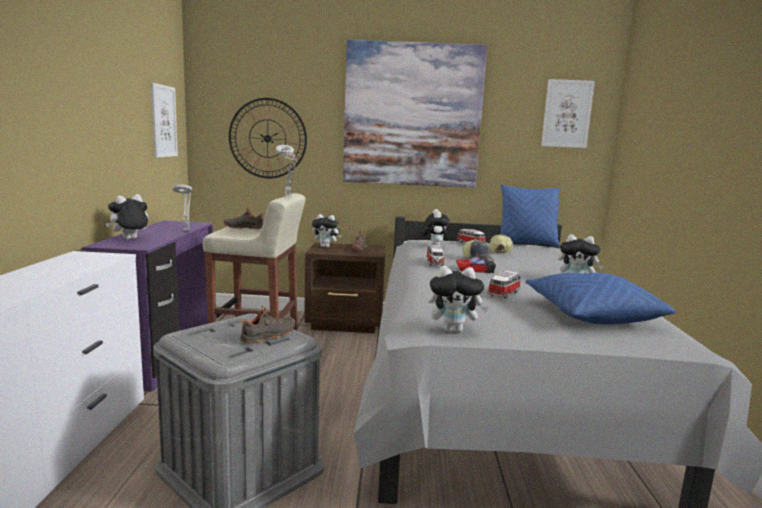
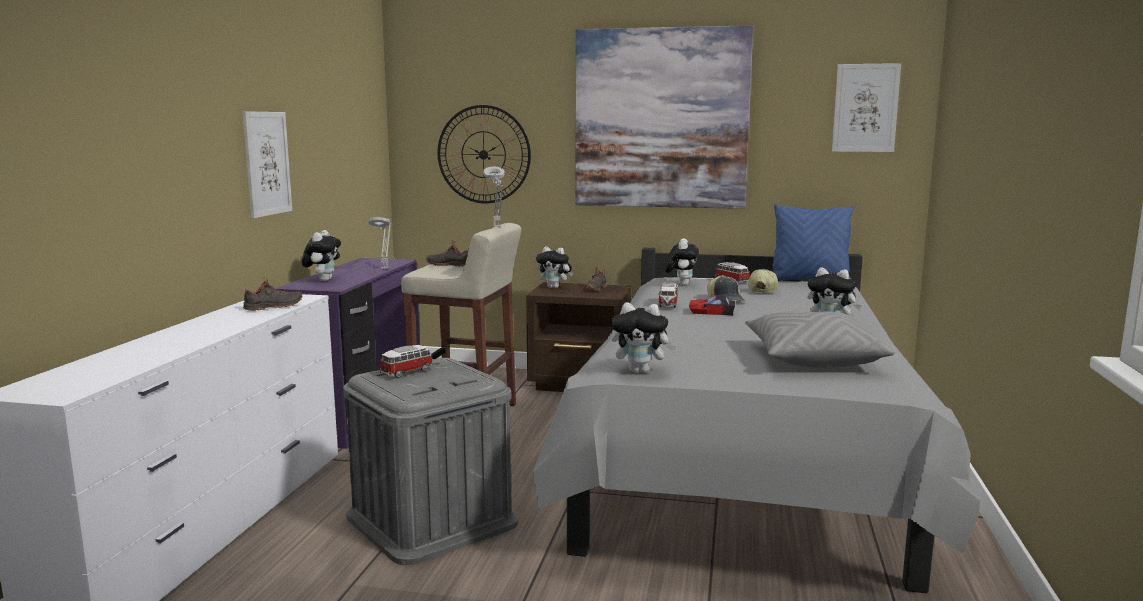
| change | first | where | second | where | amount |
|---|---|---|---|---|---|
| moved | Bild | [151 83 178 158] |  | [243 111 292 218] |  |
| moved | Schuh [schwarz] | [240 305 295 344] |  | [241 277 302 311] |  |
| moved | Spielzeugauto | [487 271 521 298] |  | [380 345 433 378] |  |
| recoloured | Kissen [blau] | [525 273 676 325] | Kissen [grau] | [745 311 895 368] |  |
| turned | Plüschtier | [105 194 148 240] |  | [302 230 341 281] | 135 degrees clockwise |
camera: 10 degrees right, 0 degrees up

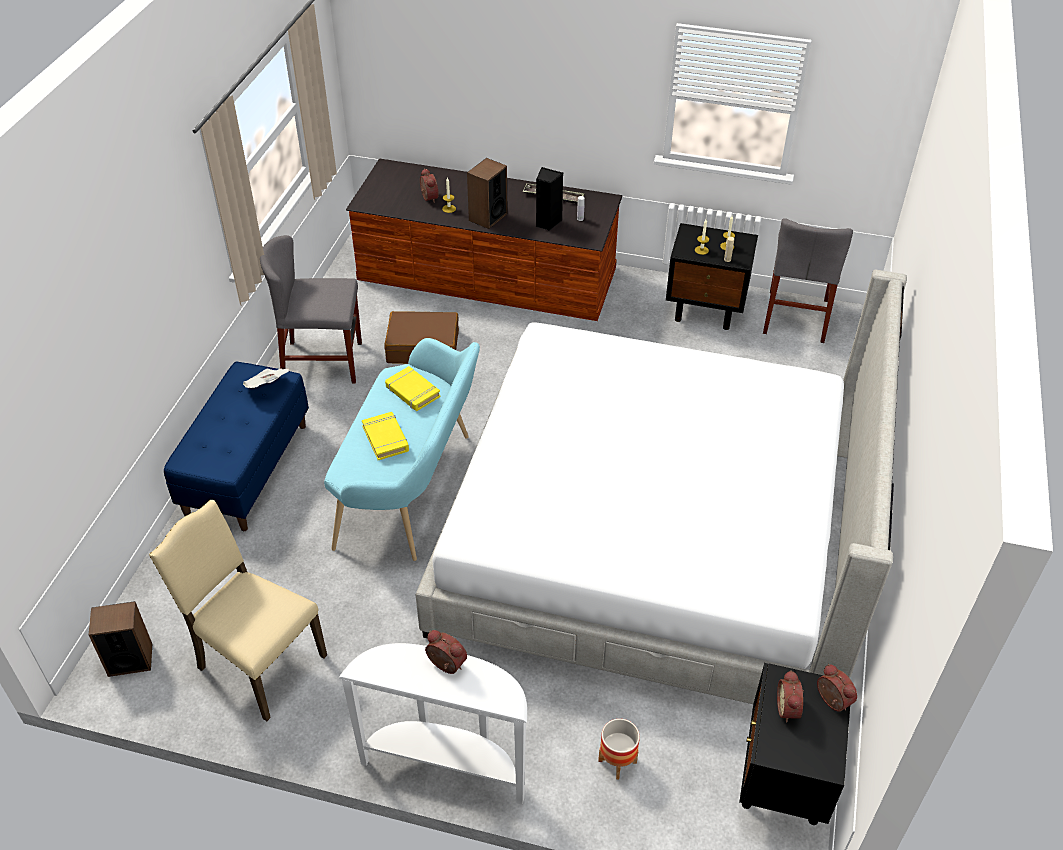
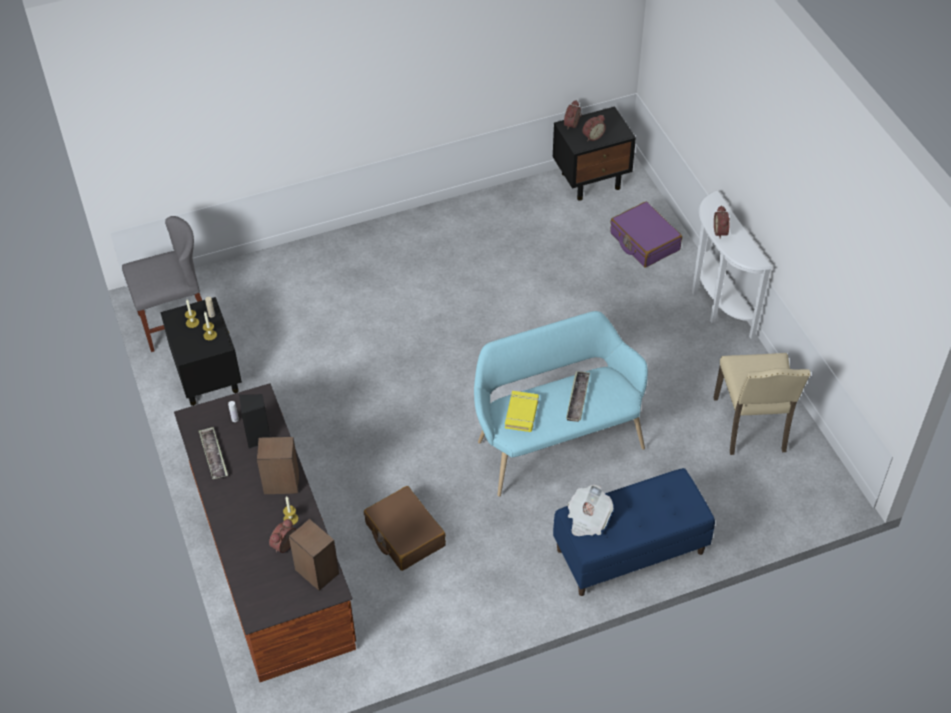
| change | first | where | second | where | amount |
|---|---|---|---|---|---|
| removed | Stuhl [grau] | [260 235 362 383] |  |  |  |
| removed | Bett | [415 270 907 704] |  |  |  |
| moved | Lautsprecher | [88 601 152 677] |  | [289 519 339 591] |  |
| replaced | Buch [gelb] | [362 412 409 460] | Tablett | [566 371 590 422] |  |
| replaced | Pflanzkübel | [598 719 640 779] | Koffer [lila] | [610 202 682 268] |  |
camera: 125 degrees left, 5 degrees up

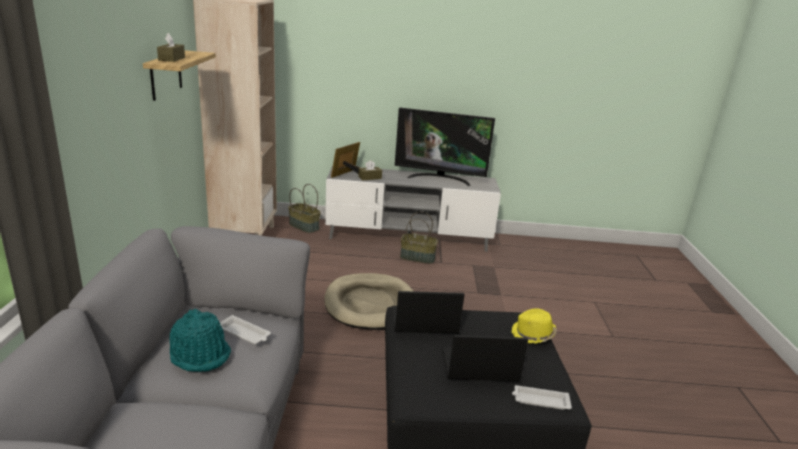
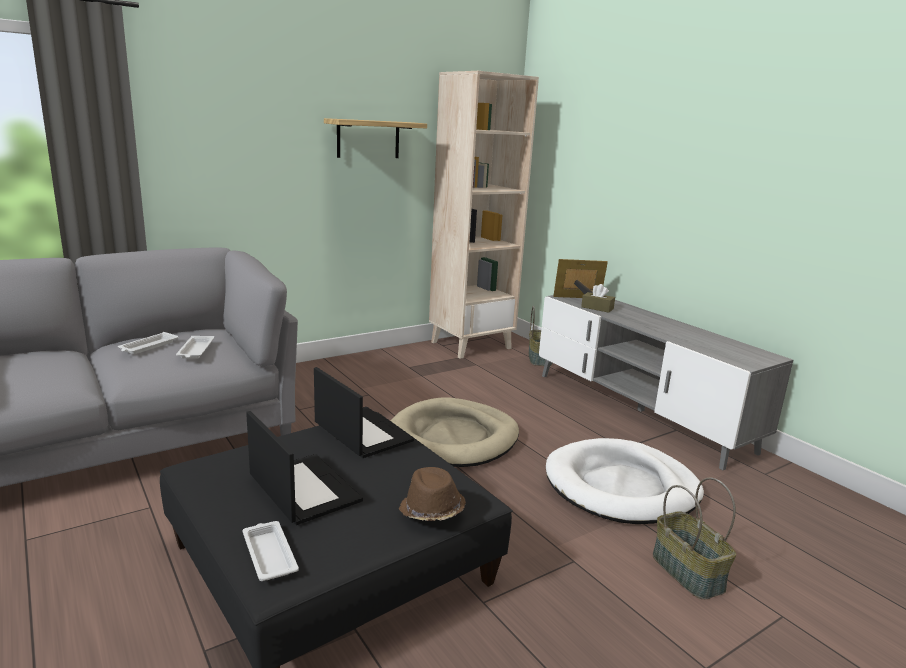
| change | first | where | second | where | amount |
|---|---|---|---|---|---|
| removed | Taschentuchbox [braun] | [157 33 185 62] |  |  |  |
| removed | Fernseher | [395 107 495 186] |  |  |  |
| added |  |  | Hundebett [weiß] | [546 438 704 524] |  |
| moved | Korb | [400 211 438 264] |  | [653 477 736 599] |  |
| replaced | Hut [türkis] | [169 309 231 372] | Tablett [weiß] | [118 332 178 354] |  |
| recoloured | Hut [gelb] | [512 308 557 344] | Hut [braun] | [399 467 466 521] |  |
camera: 55 degrees right, 5 degrees down

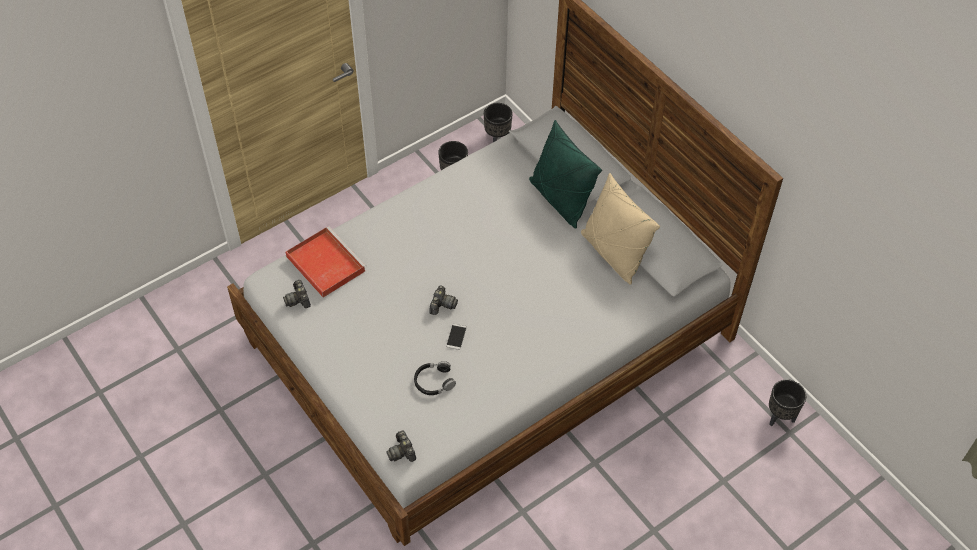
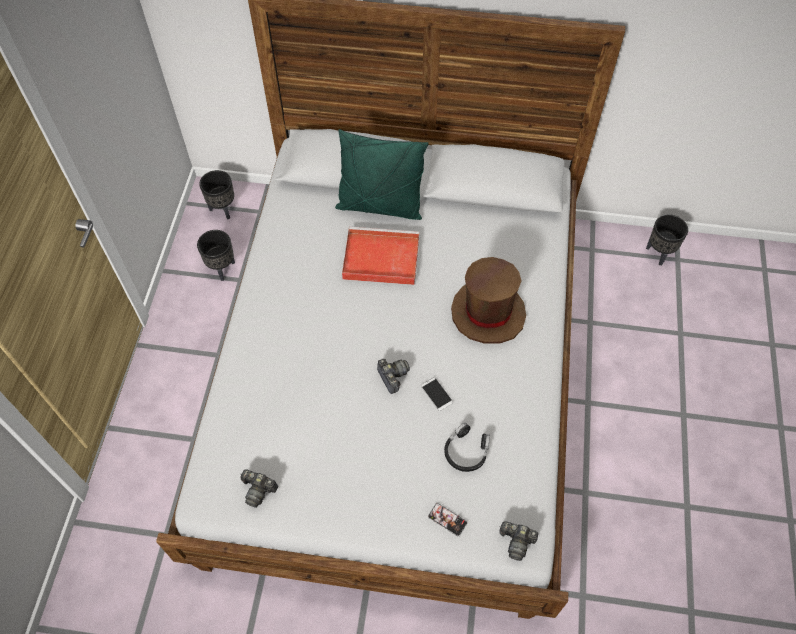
| change | first | where | second | where | amount |
|---|---|---|---|---|---|
| removed | Kissen [beige] | [581 173 660 285] |  |  |  |
| added |  |  | Handy | [428 503 467 536] |  |
| added |  |  | Hut [braun] | [451 257 526 344] |  |
| moved | Tablett [rot] | [286 226 367 298] |  | [342 226 419 285] |  |
camera: 45 degrees left, 5 degrees up

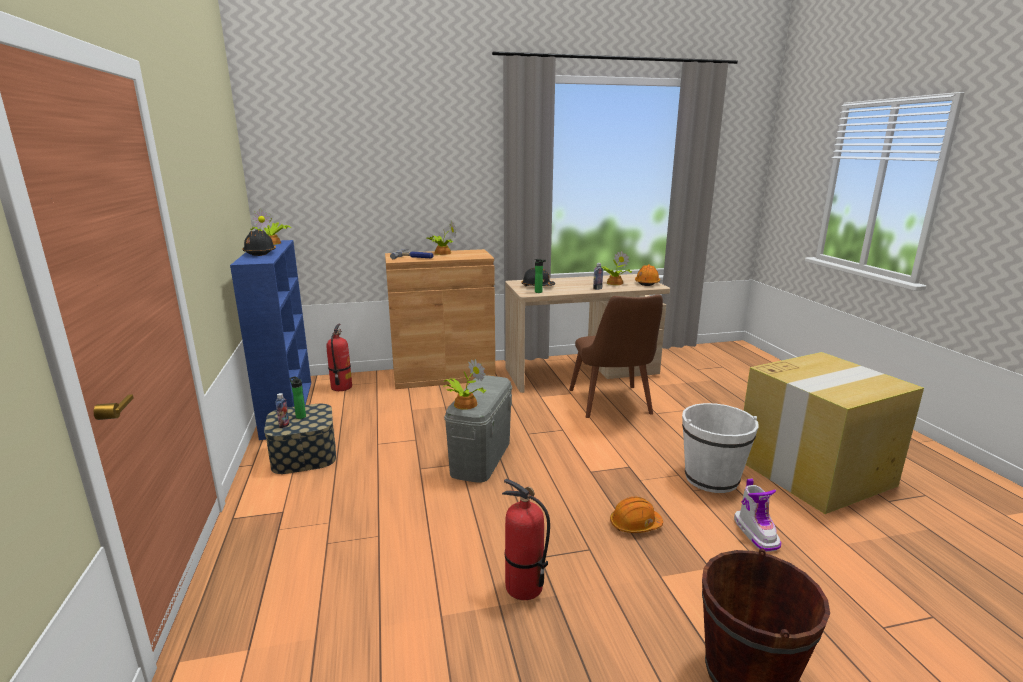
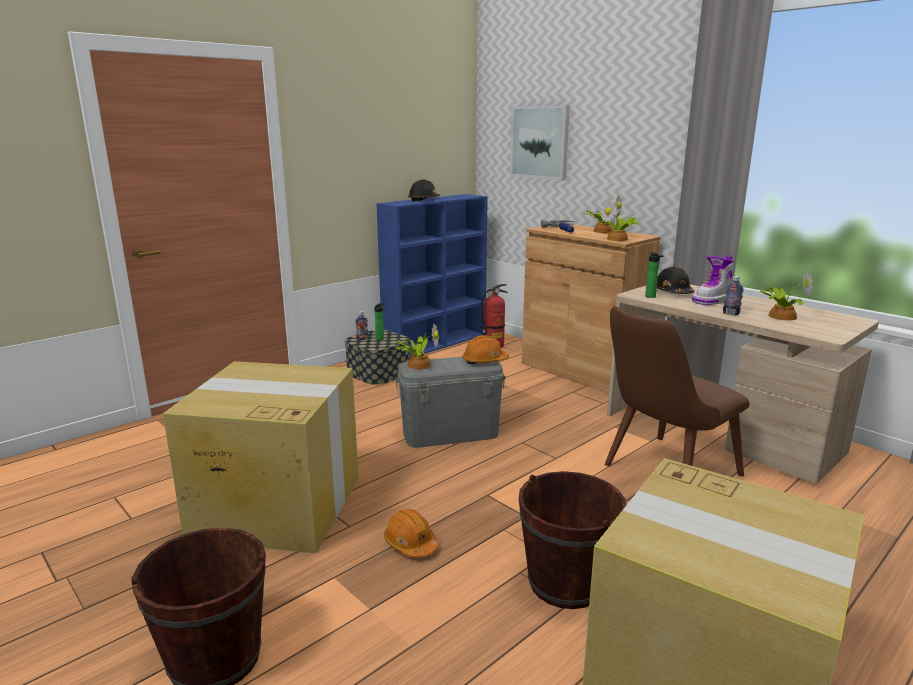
| change | first | where | second | where | amount |
|---|---|---|---|---|---|
| added |  |  | Bild | [510 105 570 181] |  |
| moved | Topfpflanze | [250 209 291 245] |  | [601 200 639 241] |  |
| moved | Schutzhelm [orange] | [635 265 660 286] |  | [462 335 509 364] |  |
| moved | Stiefel | [734 479 781 552] |  | [692 255 733 305] |  |
| replaced | Feuerlöscher | [502 479 550 600] | Karton | [163 361 359 554] |  |
| recoloured | Eimer [weiß] | [682 403 759 493] | Eimer [braun] | [519 471 626 609] |  |
camera: 60 degrees right, 0 degrees up

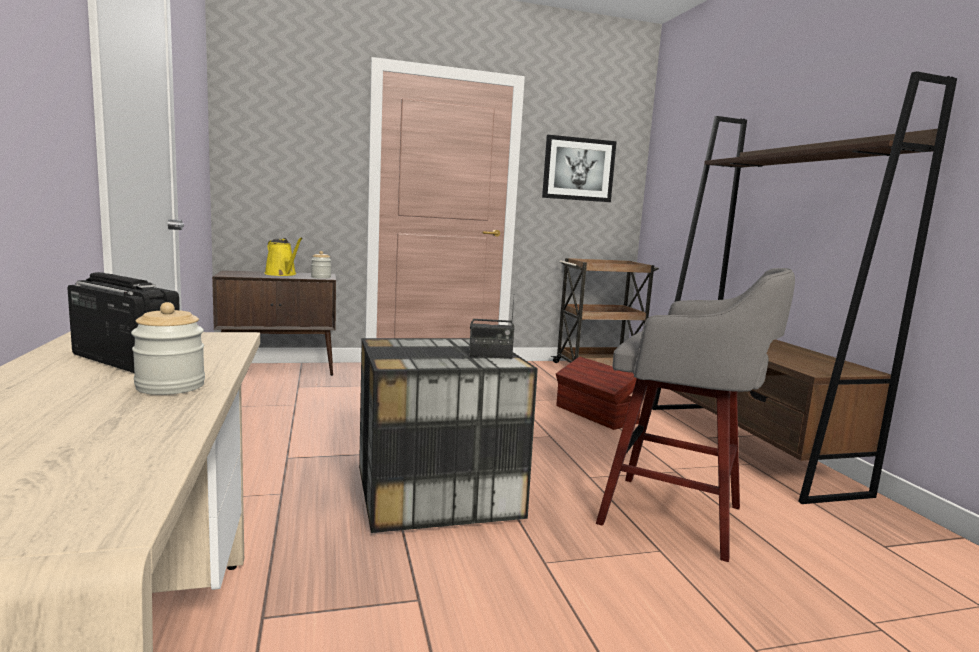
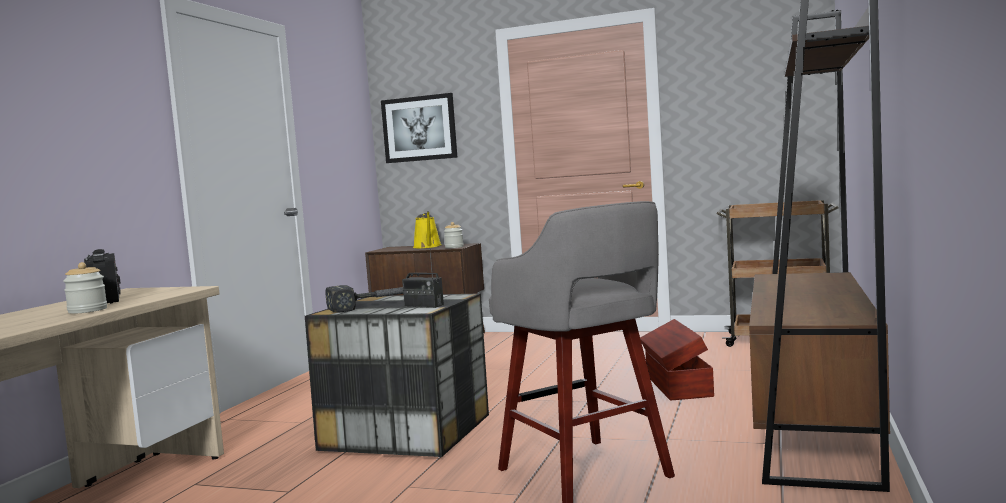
| change | first | where | second | where | amount |
|---|---|---|---|---|---|
| added |  |  | Hammer | [325 285 403 313] |  |
| moved | Bild | [542 135 617 202] |  | [381 93 458 163] |  |
camera: 35 degrees right, 5 degrees down

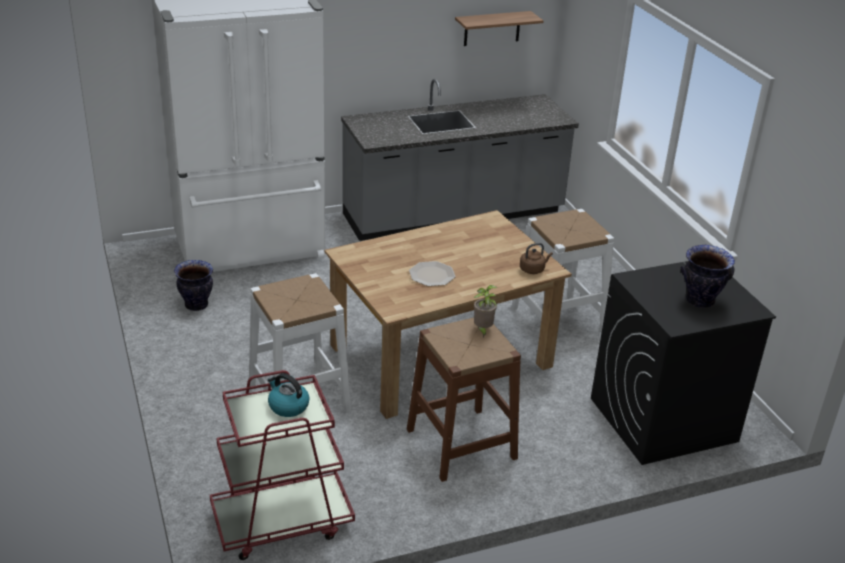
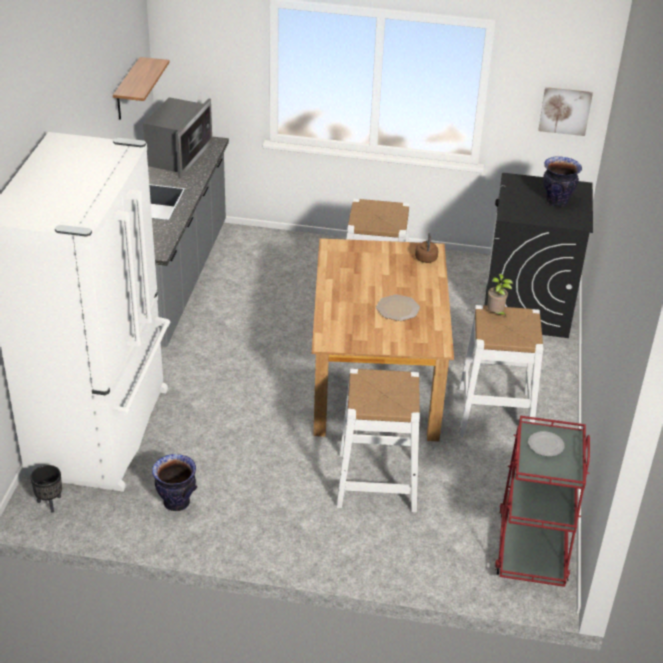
| change | first | where | second | where | amount |
|---|---|---|---|---|---|
| added |  |  | Pflanzkübel [schwarz] | [30 465 62 513] |  |
| added |  |  | Mikrowelle | [143 97 212 178] |  |
| added |  |  | Bild | [538 87 593 136] |  |
| replaced | Wasserkessel | [268 373 309 417] | Teller | [528 431 565 456] |  |
| recoloured | Hocker [braun] | [407 318 521 482] | Hocker [weiß] | [459 305 543 436] |  |
camera: 60 degrees left, 5 degrees up

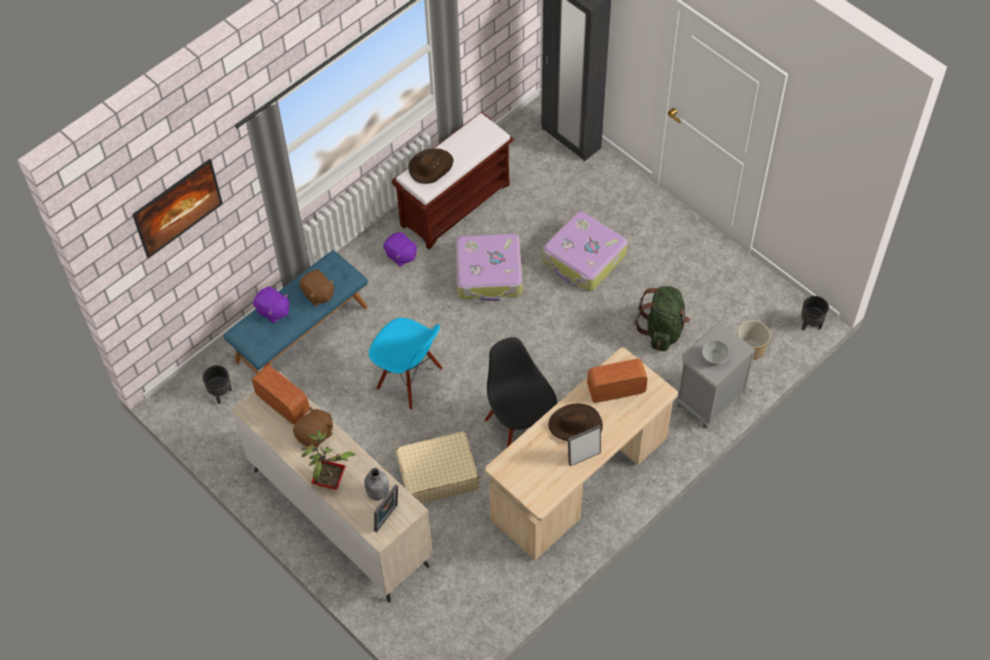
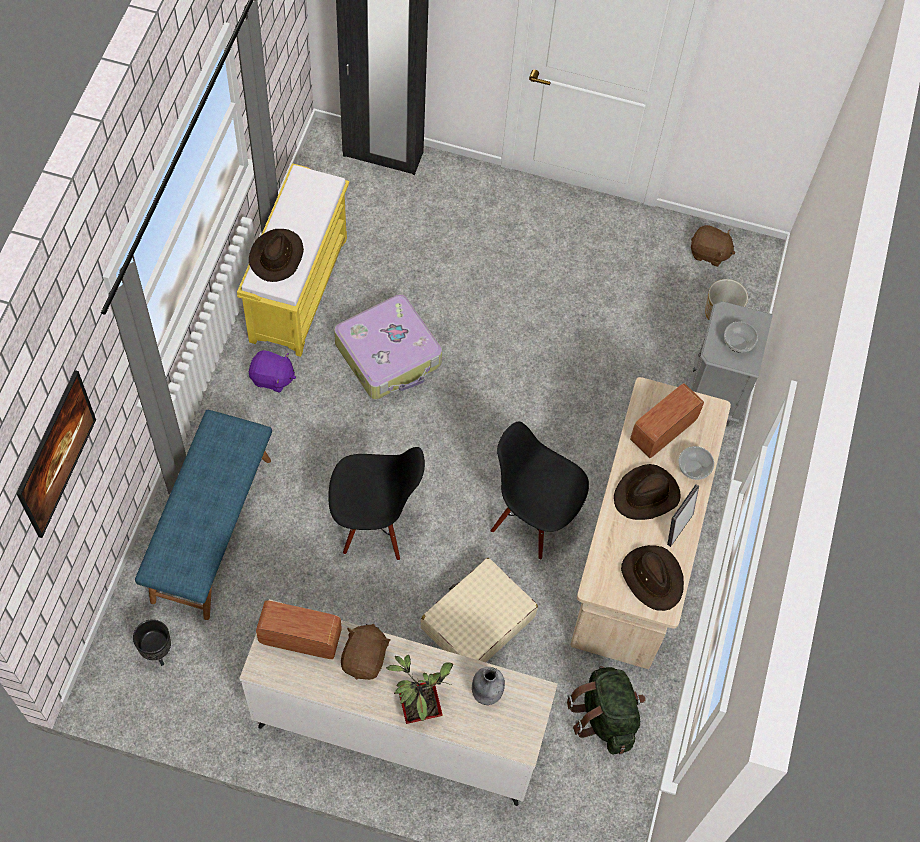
| change | first | where | second | where | amount |
|---|---|---|---|---|---|
| removed | Plüschtier [lila] | [253 287 289 323] |  |  |  |
| removed | Bilderrahmen | [374 484 398 532] |  |  |  |
| removed | Koffer | [543 211 628 291] |  |  |  |
| removed | Pflanzkübel [schwarz] | [801 296 829 331] |  |  |  |
| added |  |  | Hut [braun] | [621 545 684 611] |  |
| added |  |  | Schüssel | [678 446 714 480] |  |
| moved | Plüschtier [braun] | [299 270 334 306] |  | [691 225 735 267] |  |
| moved | Rucksack [grün] | [634 286 690 351] |  | [567 666 645 754] |  |
| recoloured | Stuhl [blau] | [369 318 443 410] | Stuhl [schwarz] | [328 447 425 560] |  |
| recoloured | Bank [braun] | [392 112 514 250] | Bank [gelb] | [237 163 349 357] |  |
camera: 35 degrees left, 5 degrees up

